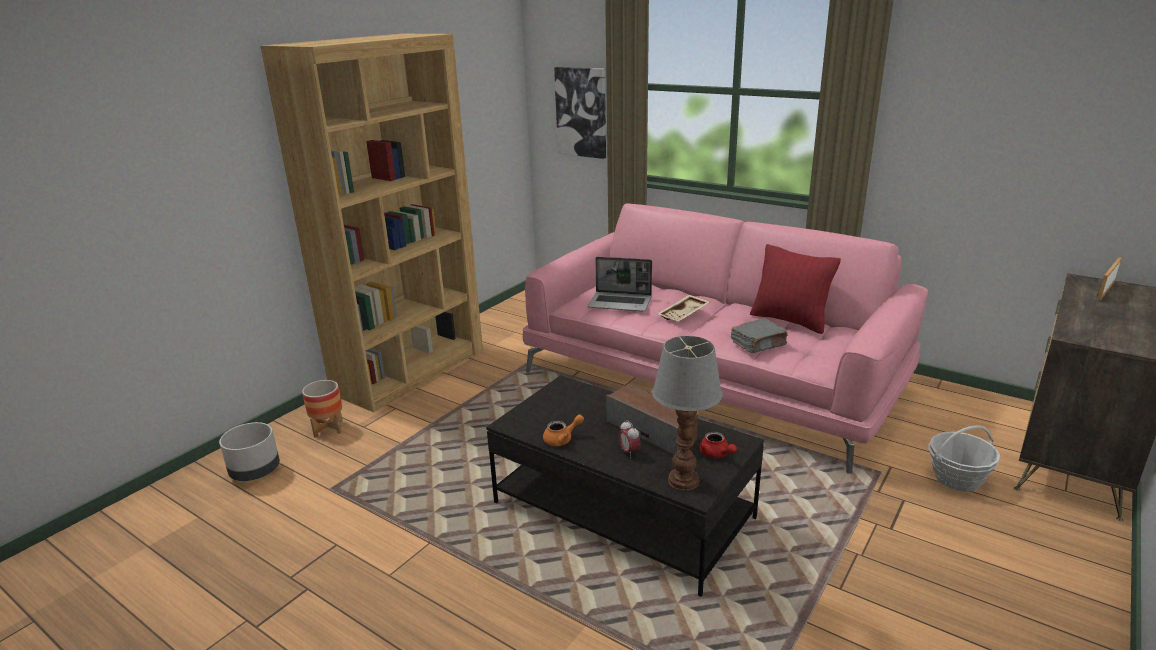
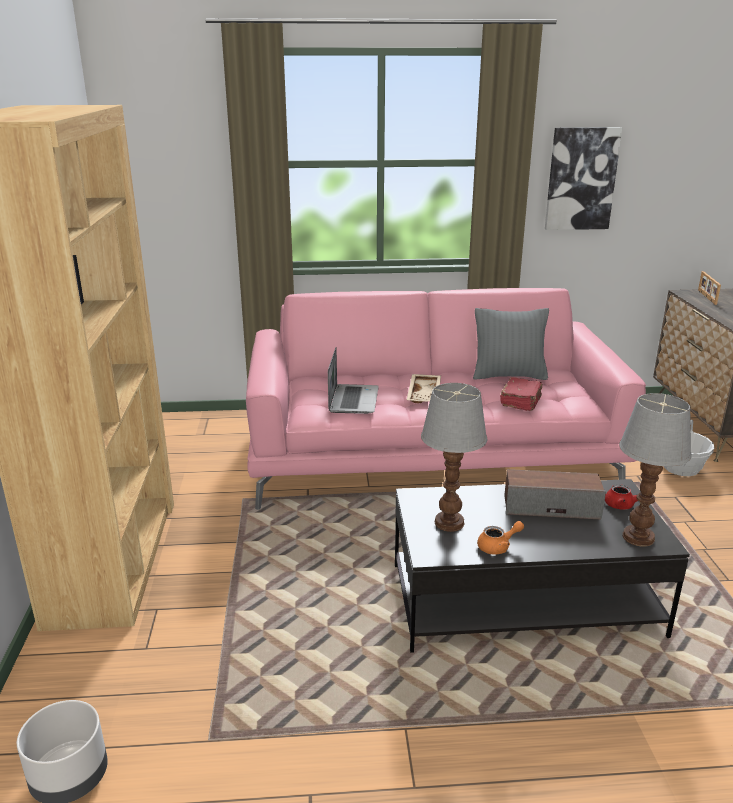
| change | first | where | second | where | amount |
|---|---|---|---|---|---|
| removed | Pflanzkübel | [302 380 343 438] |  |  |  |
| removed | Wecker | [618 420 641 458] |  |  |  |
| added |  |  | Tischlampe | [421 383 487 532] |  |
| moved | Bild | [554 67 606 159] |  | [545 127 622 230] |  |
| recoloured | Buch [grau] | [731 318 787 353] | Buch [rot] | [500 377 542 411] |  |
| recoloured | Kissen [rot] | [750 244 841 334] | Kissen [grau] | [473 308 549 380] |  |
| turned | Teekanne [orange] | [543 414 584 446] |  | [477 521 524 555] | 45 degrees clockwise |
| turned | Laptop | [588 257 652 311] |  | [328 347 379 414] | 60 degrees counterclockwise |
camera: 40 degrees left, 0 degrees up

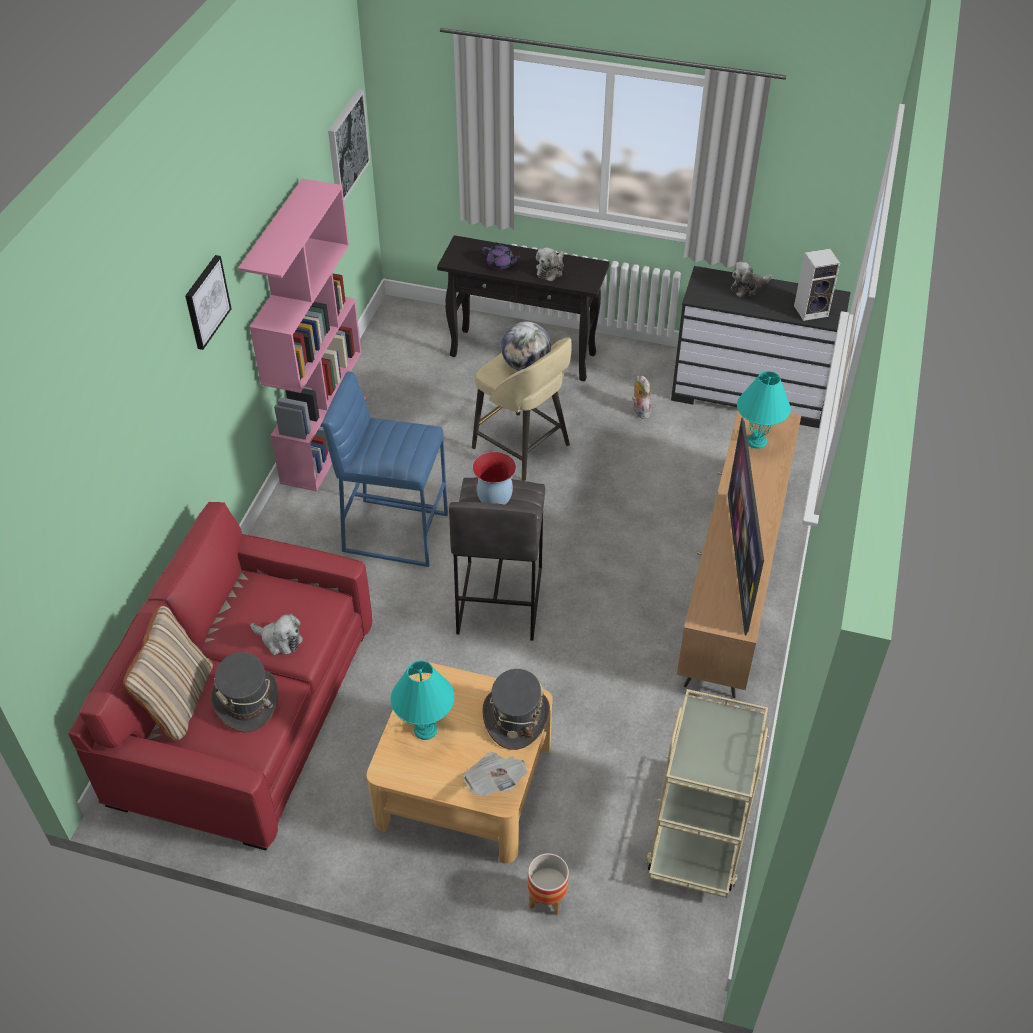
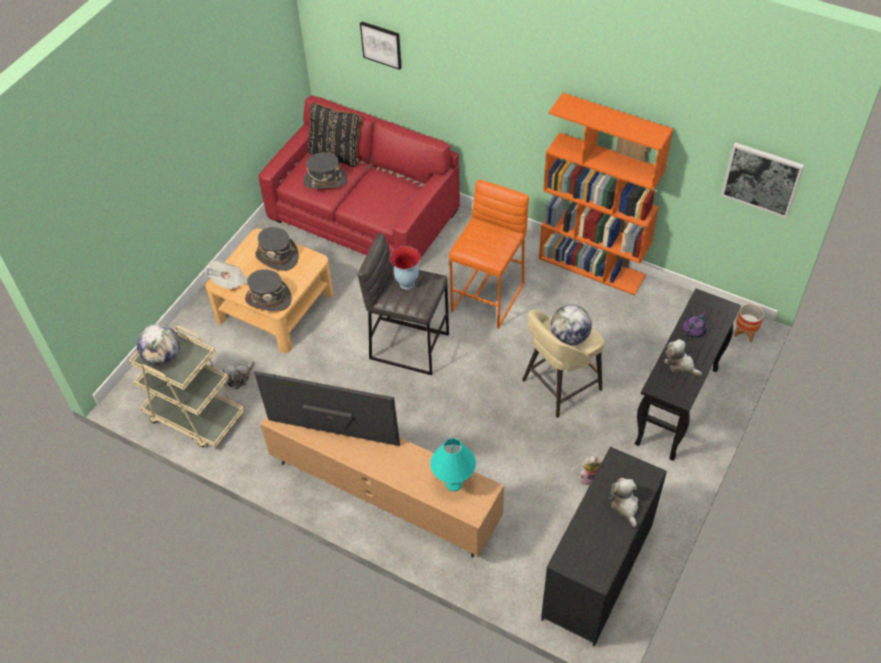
| change | first | where | second | where | amount |
|---|---|---|---|---|---|
| removed | Lautsprecher | [794 249 840 321] |  |  |  |
| added |  |  | Globus | [137 324 180 366] |  |
| moved | Bild | [185 255 232 350] |  | [360 22 402 70] |  |
| moved | Plüschtier | [250 614 303 655] |  | [223 361 255 390] |  |
| moved | Pflanzkübel | [528 853 569 915] |  | [734 304 764 342] |  |
| replaced | Tischlampe [türkis] | [391 660 455 740] | Hut [grau] | [255 227 299 271] |  |
| recoloured | Kissen [beige] | [123 605 213 741] | Kissen [schwarz] | [307 102 362 167] |  |
| recoloured | Bücherregal [rosa] | [238 179 367 492] | Bücherregal [orange] | [539 93 673 295] |  |
| recoloured | Hocker [blau] | [322 371 448 567] | Hocker [orange] | [449 180 529 329] |  |
camera: 105 degrees right, 5 degrees up

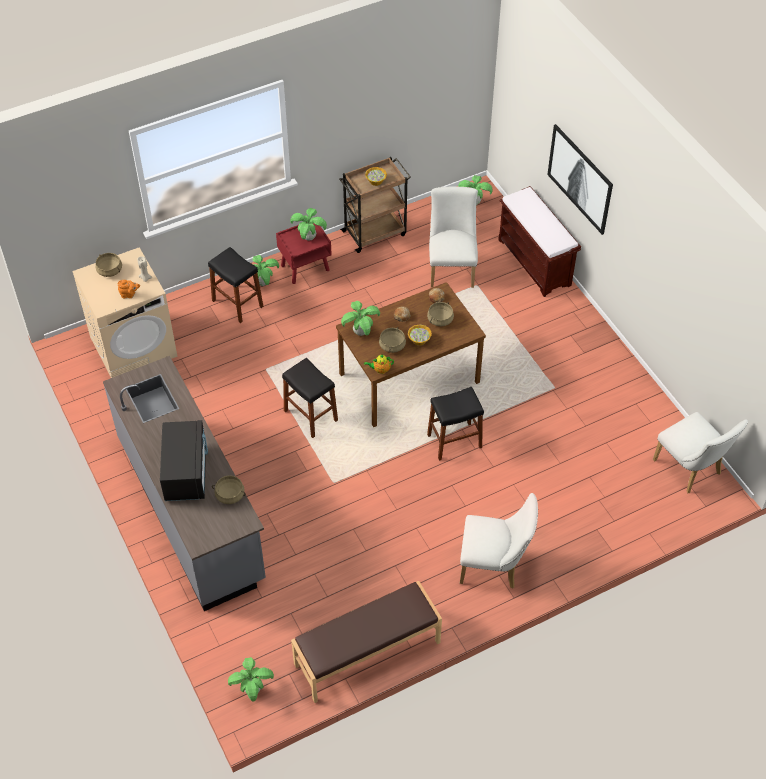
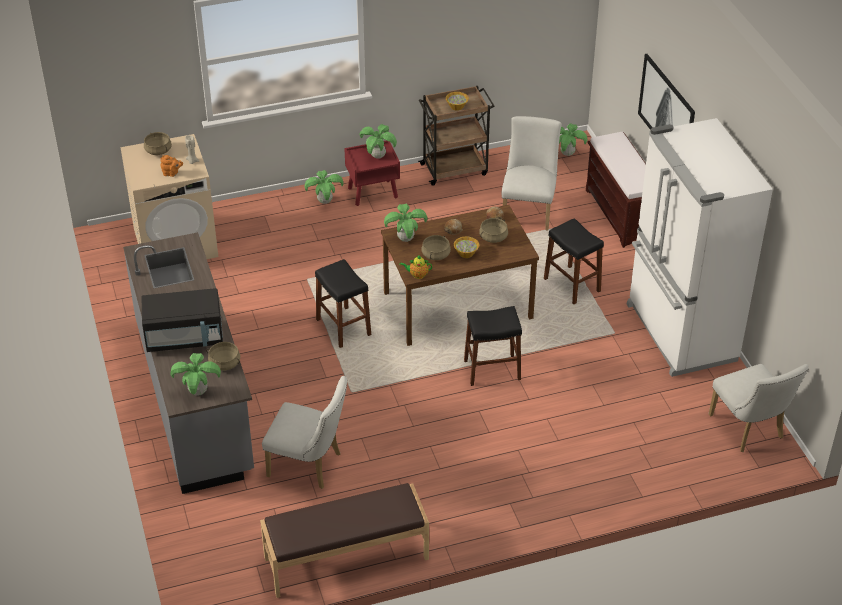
| change | first | where | second | where | amount |
|---|---|---|---|---|---|
| added |  |  | Kühlschrank [weiß] | [627 118 773 377] |  |
| moved | Hocker [schwarz] | [208 247 263 323] |  | [544 218 604 304] |  |
| moved | Topfpflanze | [228 657 274 701] |  | [171 353 221 396] |  |
| moved | Stuhl [weiß] | [460 493 538 589] |  | [262 376 347 489] |  |
| turned | Mikrowelle [schwarz] | [160 420 208 501] |  | [141 288 223 352] | 75 degrees clockwise |
camera: 10 degrees right, 10 degrees down

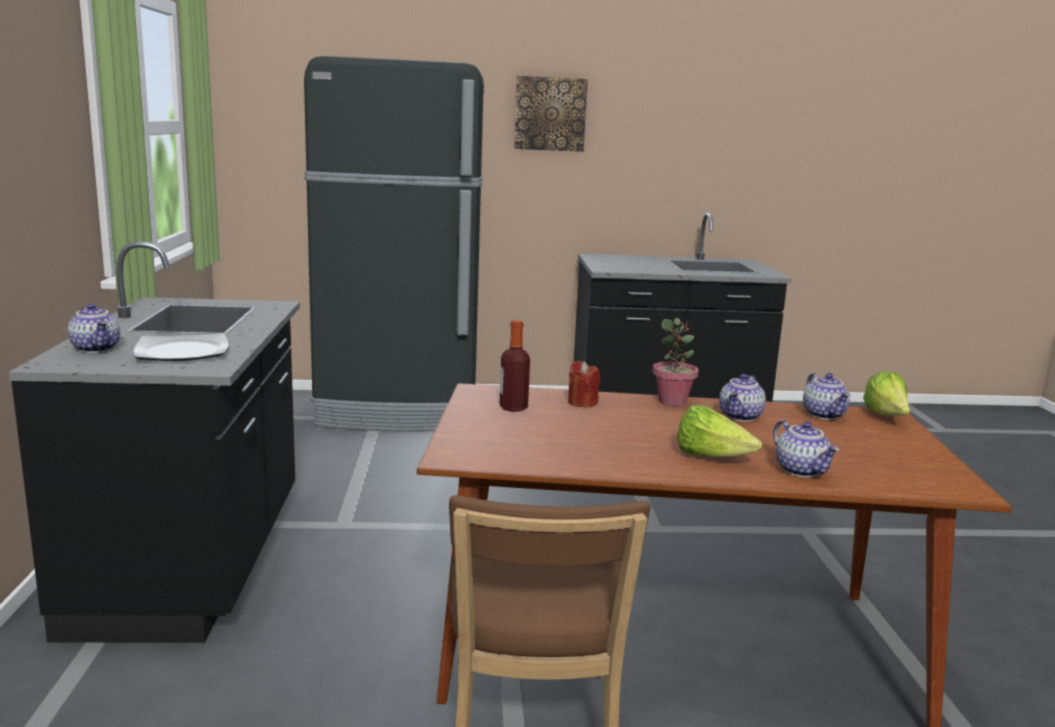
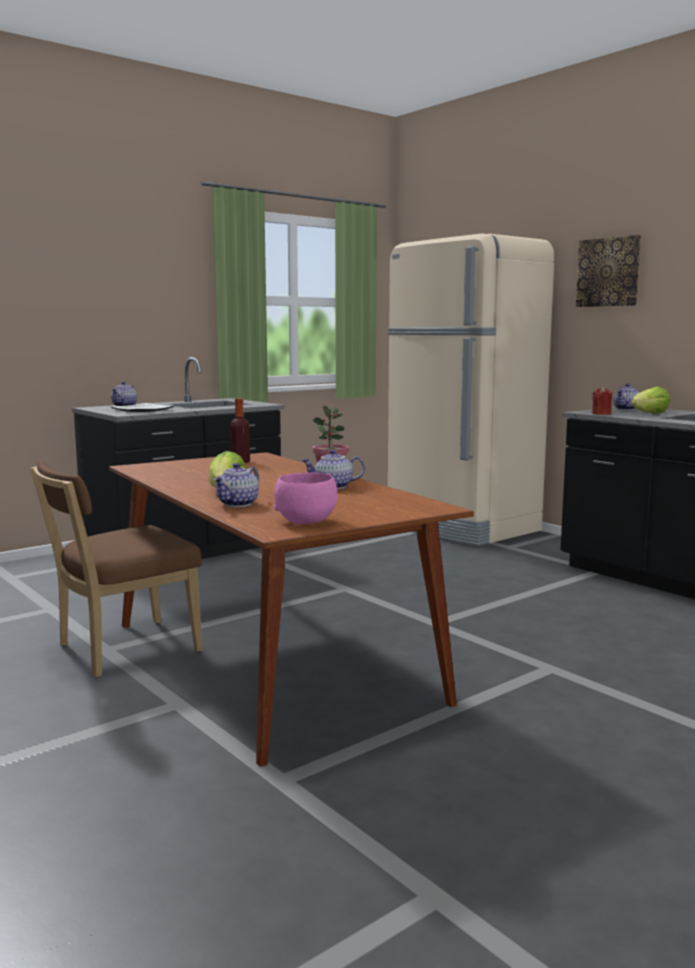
| change | first | where | second | where | amount |
|---|---|---|---|---|---|
| added |  |  | Schüssel [rosa] | [274 472 338 524] |  |
| moved | Kerze [rot] | [568 361 600 407] |  | [592 387 612 415] |  |
| moved | Teekanne | [803 373 850 420] |  | [613 383 639 410] |  |
| moved | Salatkopf | [863 371 910 416] |  | [631 386 670 414] |  |
| recoloured | Kühlschrank [schwarz] | [304 56 484 432] | Kühlschrank [beige] | [388 233 554 546] |  |
camera: 55 degrees right, 5 degrees down

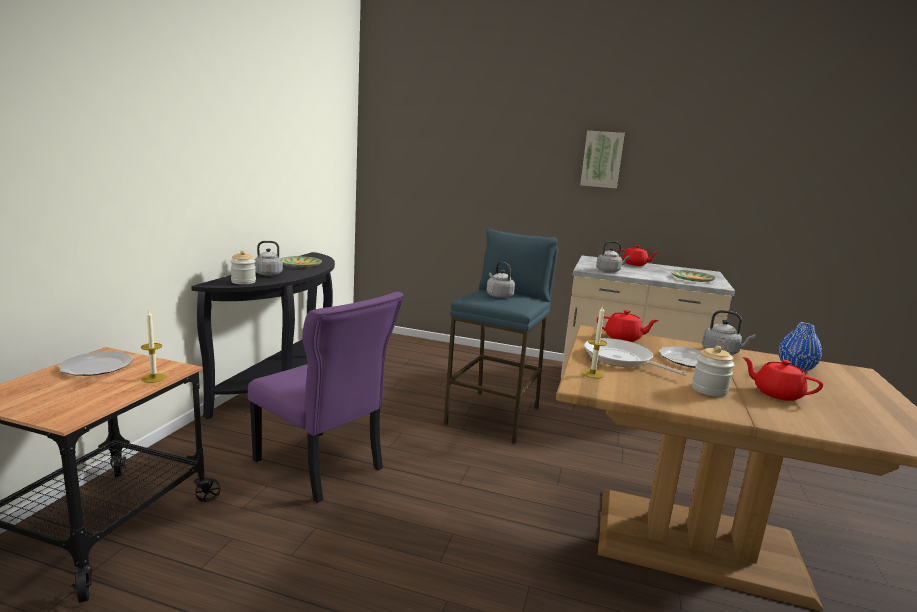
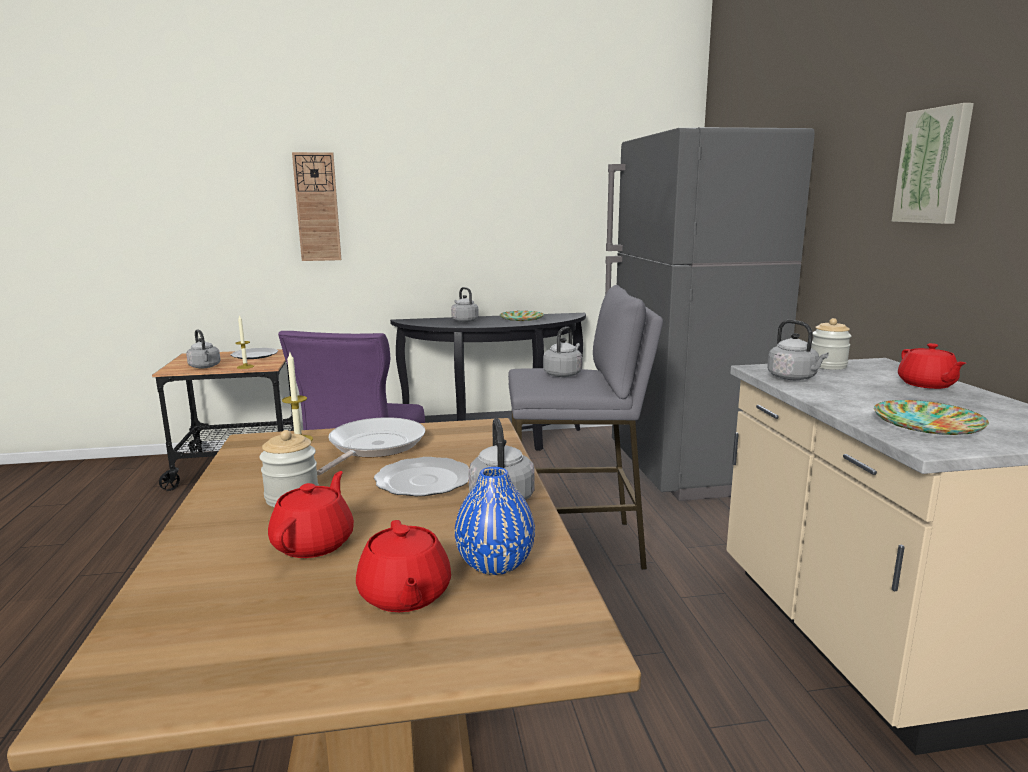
| change | first | where | second | where | amount |
|---|---|---|---|---|---|
| added |  |  | Wasserkessel [grau] | [186 329 221 369] |  |
| added |  |  | Wanduhr | [292 152 341 261] |  |
| added |  |  | Kühlschrank [grau] | [605 127 815 501] |  |
| moved | Vorratsglas | [230 251 256 284] |  | [811 318 852 370] |  |
| moved | Teekanne [rot] | [597 310 659 342] |  | [356 520 451 612] |  |
| recoloured | Hocker [blau] | [444 229 558 444] | Hocker [grau] | [508 285 663 570] |  |
camera: 65 degrees right, 0 degrees up

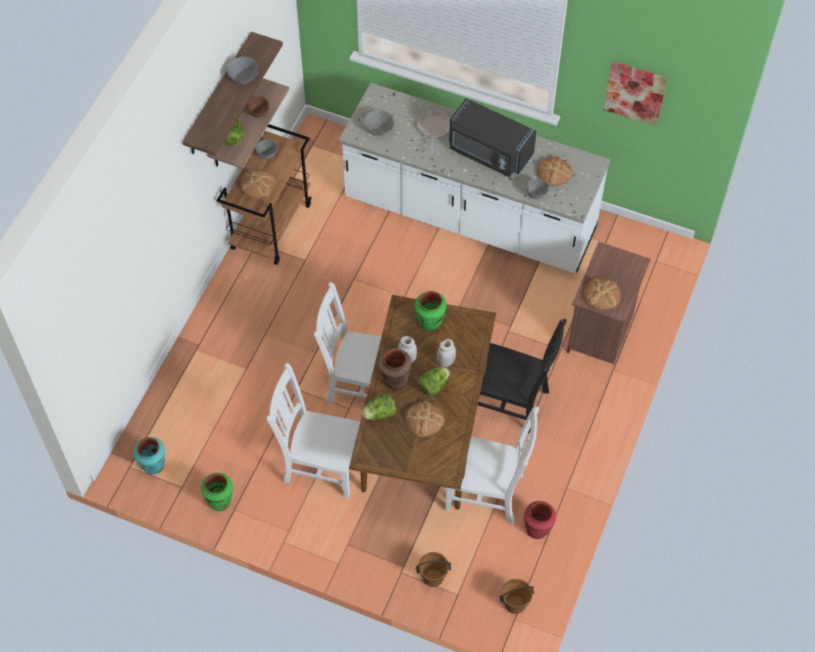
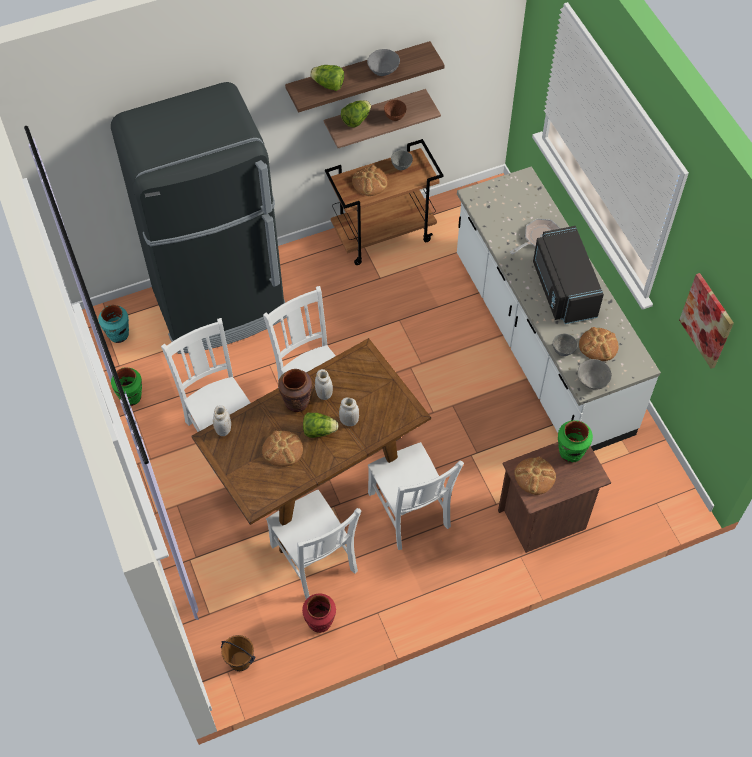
| change | first | where | second | where | amount |
|---|---|---|---|---|---|
| removed | Eimer [braun] | [416 552 451 587] |  |  |  |
| added |  |  | Kühlschrank [schwarz] | [111 82 287 354] |  |
| added |  |  | Vorratsglas [weiß] | [213 405 231 436] |  |
| moved | Salatkopf | [362 393 396 420] |  | [310 65 344 91] |  |
| moved | Schüssel [grau] | [364 110 394 135] |  | [578 359 612 389] |  |
| moved | Vase [grün] | [415 291 447 331] |  | [558 420 593 463] |  |
| recoloured | Stuhl [schwarz] | [478 319 566 433] | Stuhl [weiß] | [368 442 464 550] |  |
camera: 45 degrees right, 0 degrees up

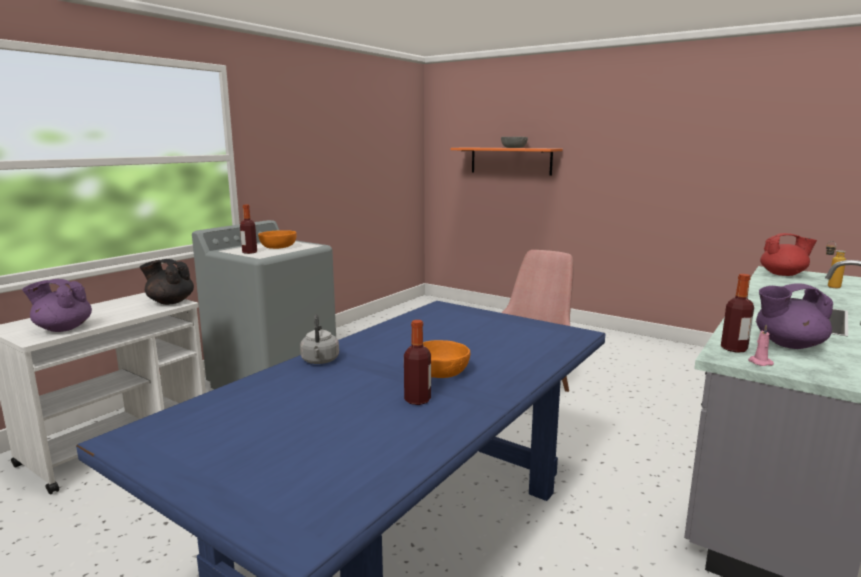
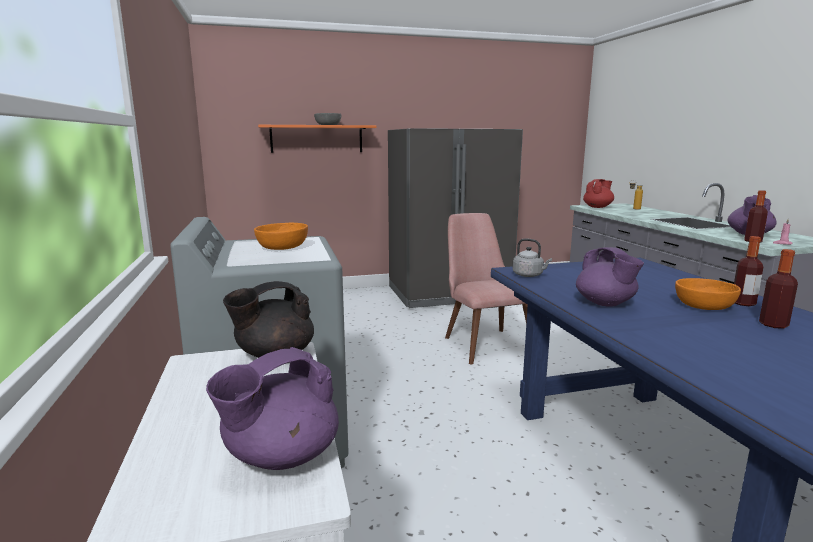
| change | first | where | second | where | amount |
|---|---|---|---|---|---|
| added |  |  | Kühlschrank [grau] | [388 128 523 308] |  |
| added |  |  | Teekanne [lila] | [576 247 644 307] |  |
| moved | Flasche | [240 204 257 254] |  | [734 236 763 306] |  |
| moved | Wasserkessel [grau] | [300 314 339 364] |  | [512 238 552 277] |  |
camera: 50 degrees left, 0 degrees up

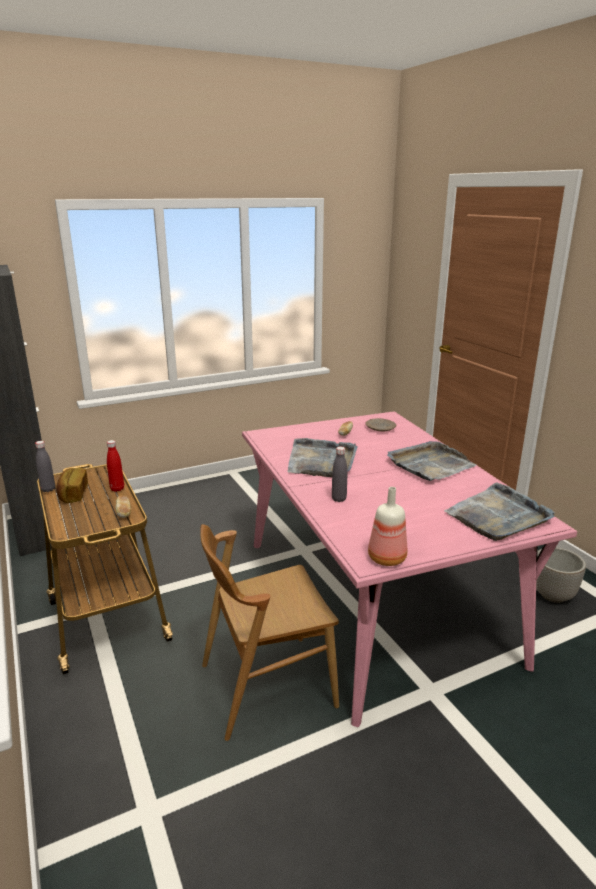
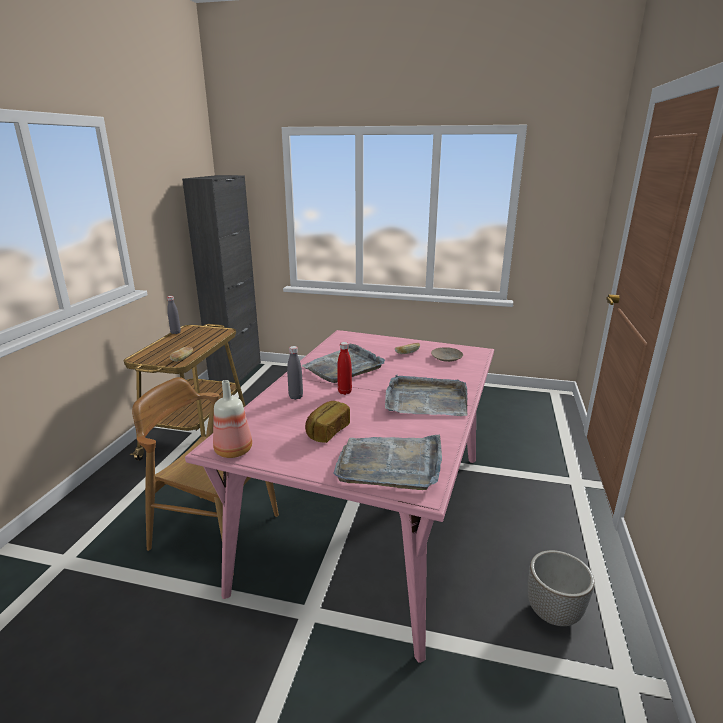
| change | first | where | second | where | amount |
|---|---|---|---|---|---|
| moved | Brot | [56 468 88 503] |  | [305 401 350 443] |  |
| moved | Flasche [rot] | [107 440 124 492] |  | [337 342 352 395] |  |
camera: 40 degrees right, 0 degrees up

